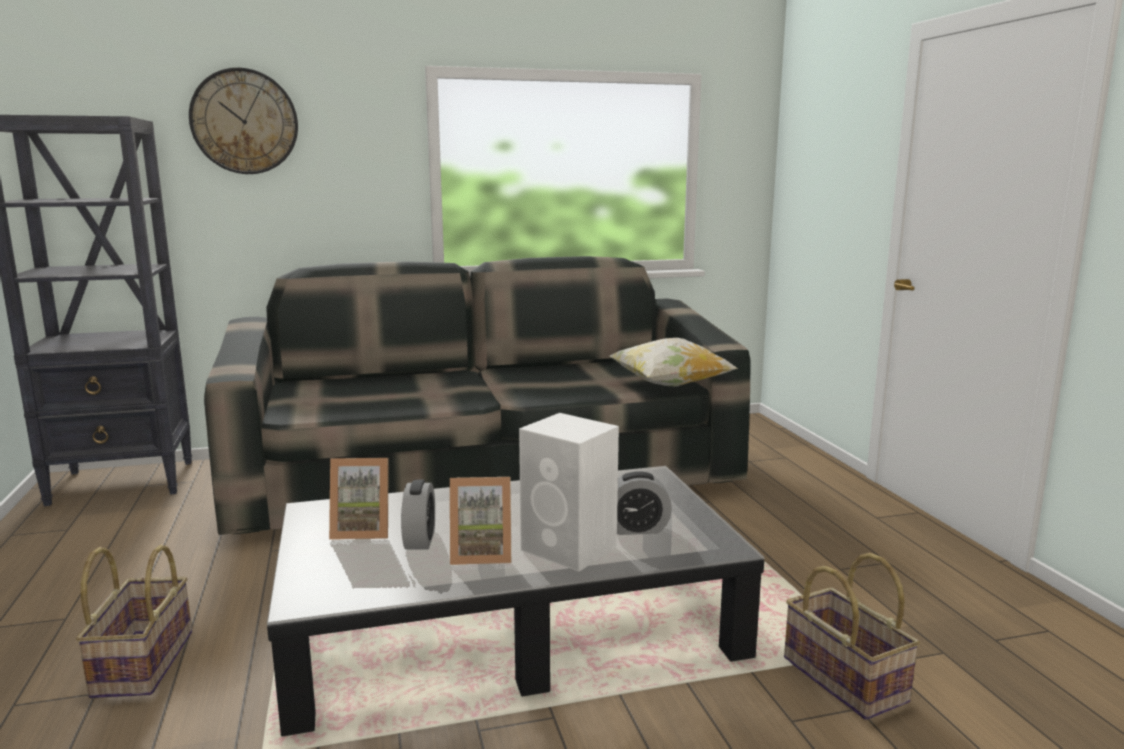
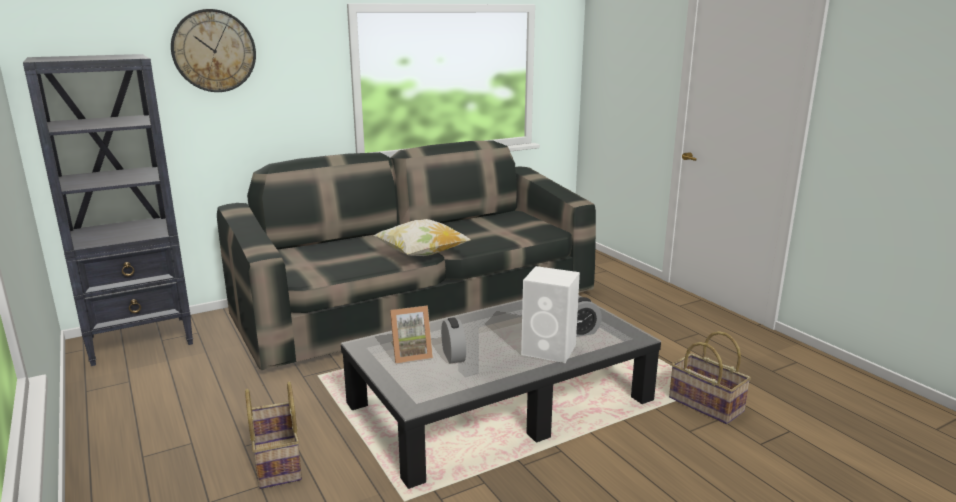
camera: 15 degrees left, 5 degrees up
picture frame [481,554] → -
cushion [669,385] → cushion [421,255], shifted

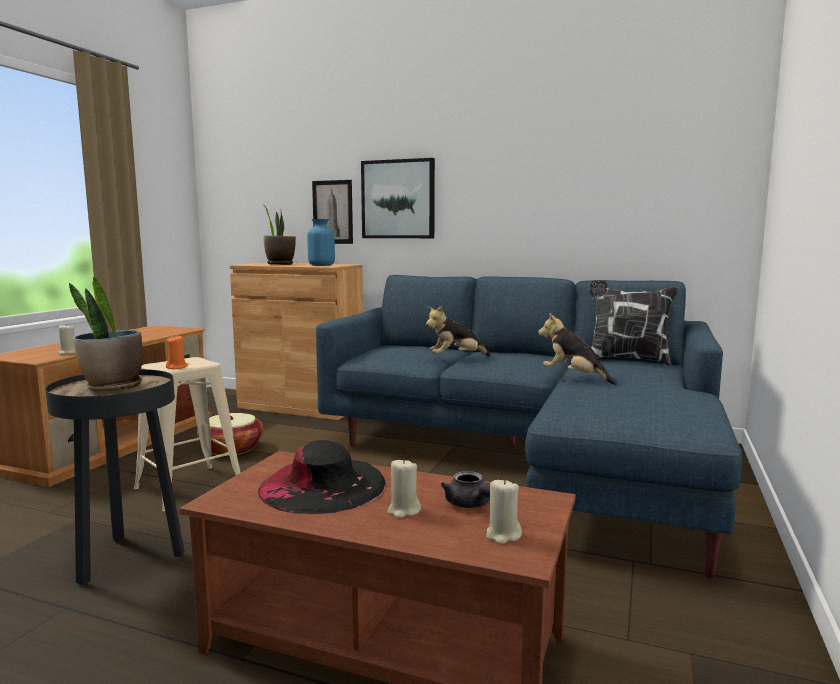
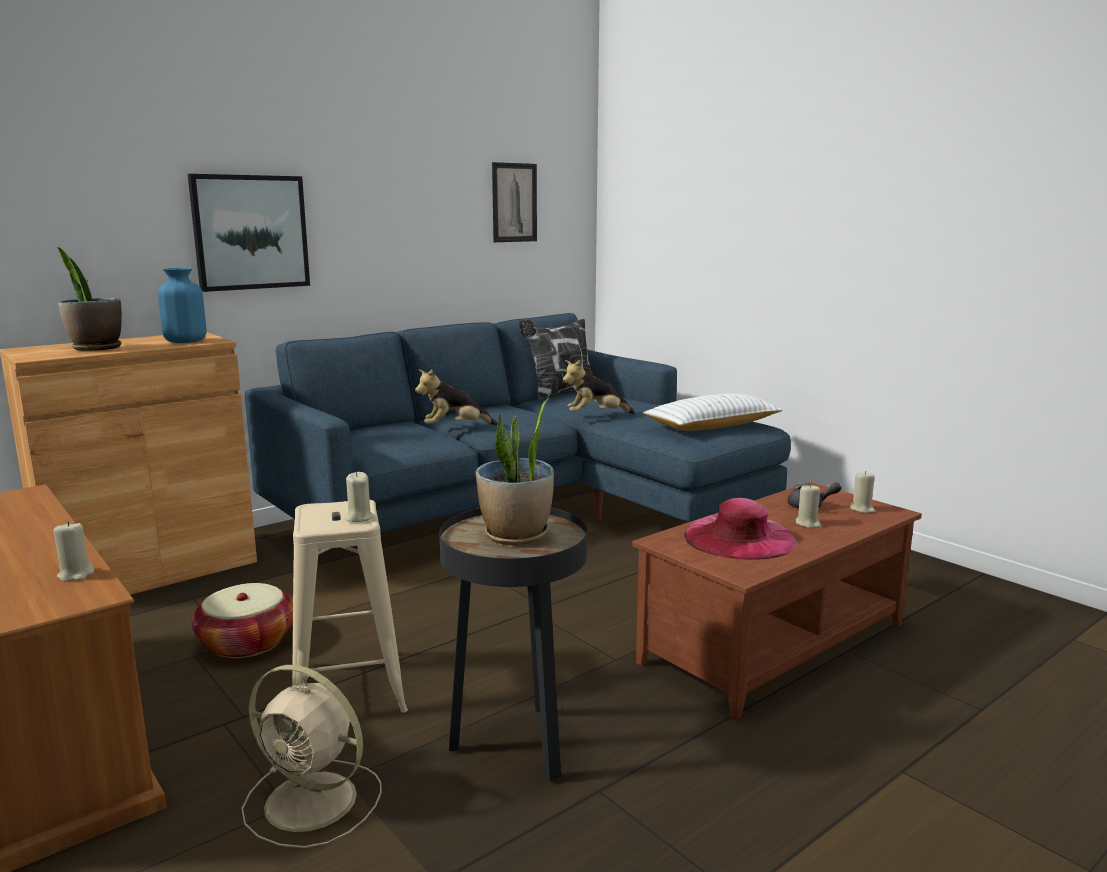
camera: 60 degrees left, 5 degrees up
- → beige fan [314,802]
- → white cushion [712,426]
wall art [332,212] → wall art [514,202], shifted
orange-coloured candle [177,367] → beige candle [359,517]
black-coloured wearable hat [322,485] → pink wearable hat [739,537]
cuddly toy [456,358] → cuddly toy [454,428], 60 degrees clockwise

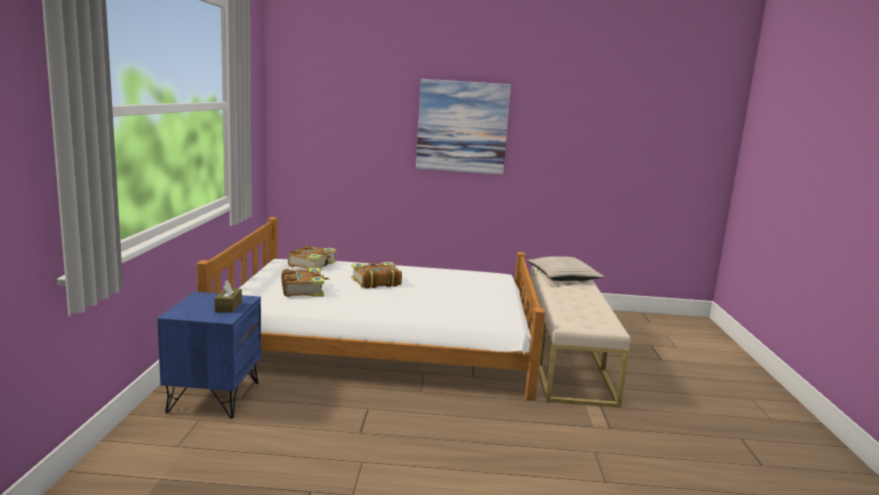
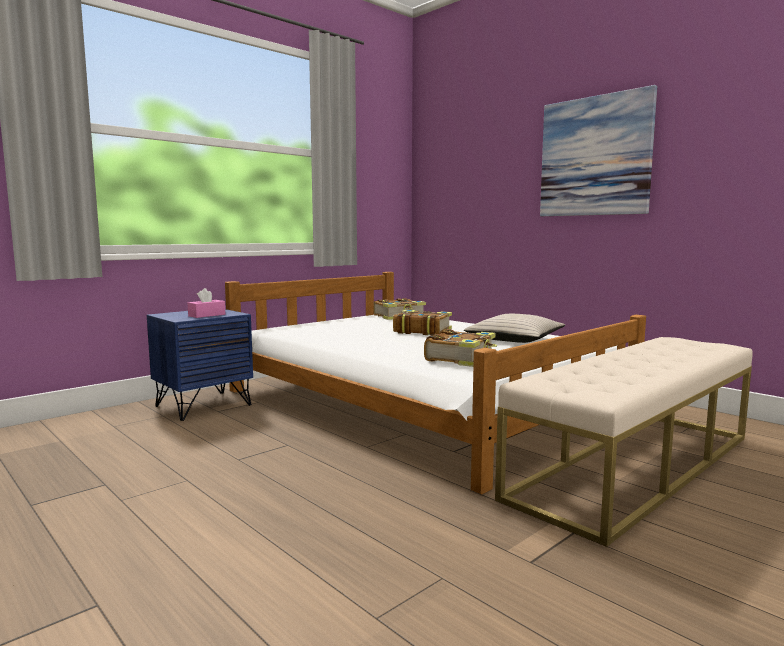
camera: 45 degrees right, 5 degrees down
book [303,290] → book [461,358], shifted
beige cushion [563,277] → beige cushion [514,339], shifted
brownish tissue holder [228,306] → pink tissue holder [207,315]

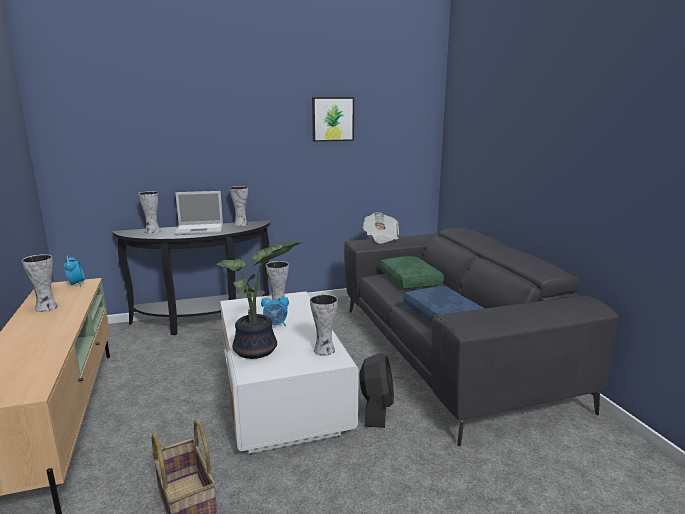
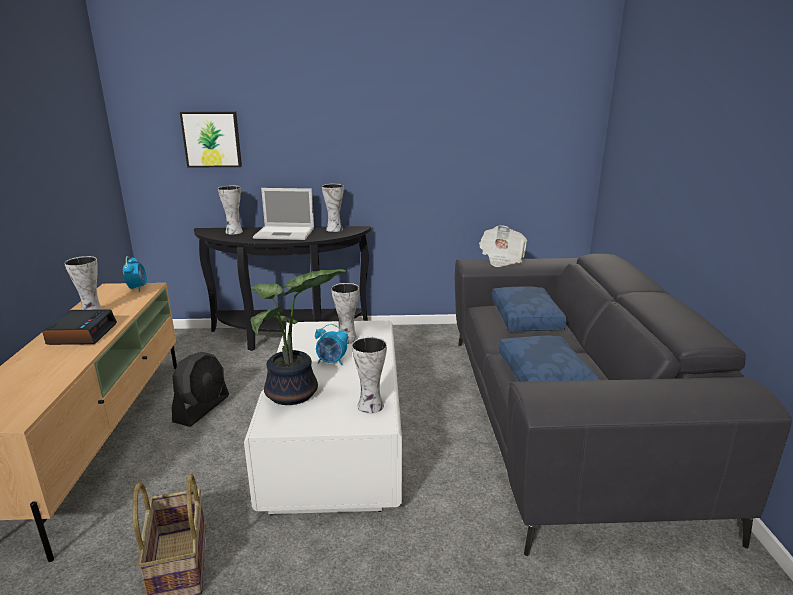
camera: 15 degrees right, 5 degrees up
- → bedside clock [82,334]
wall art [332,119] → wall art [212,139], shifted
black-coloured fan [376,409] → black-coloured fan [202,408], shifted
greenish cushion [411,279] → blue-coloured cushion [527,318]

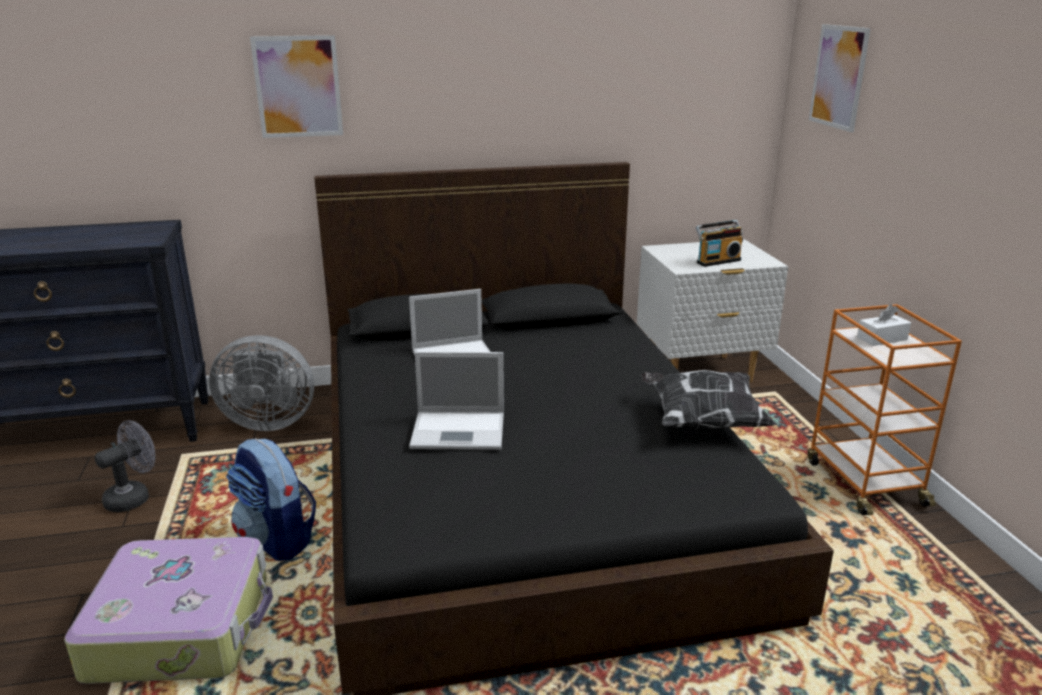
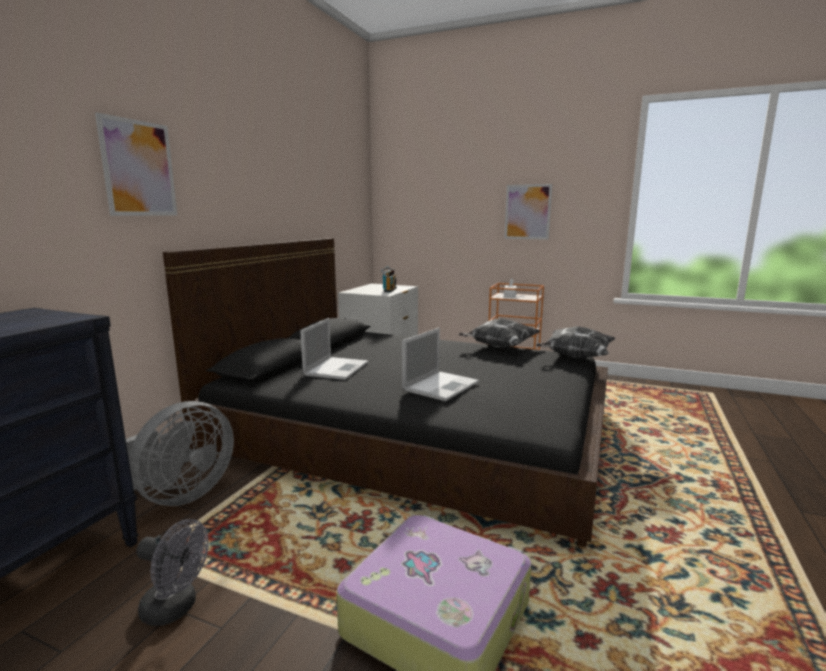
camera: 55 degrees left, 10 degrees down
knapsack [277,539] → -
- → cushion [574,357]
wall art [838,77] → wall art [527,212], shifted
gray fan [134,497] → gray fan [176,608], 120 degrees clockwise

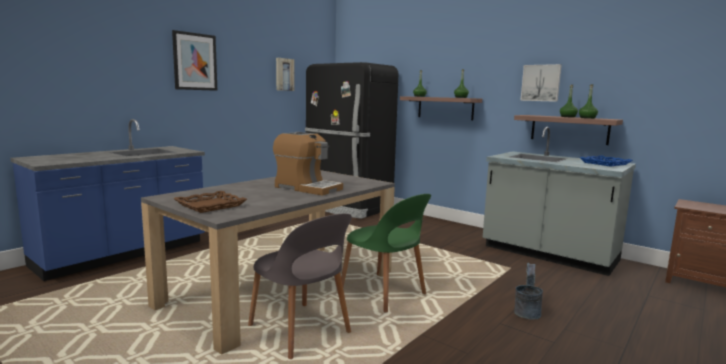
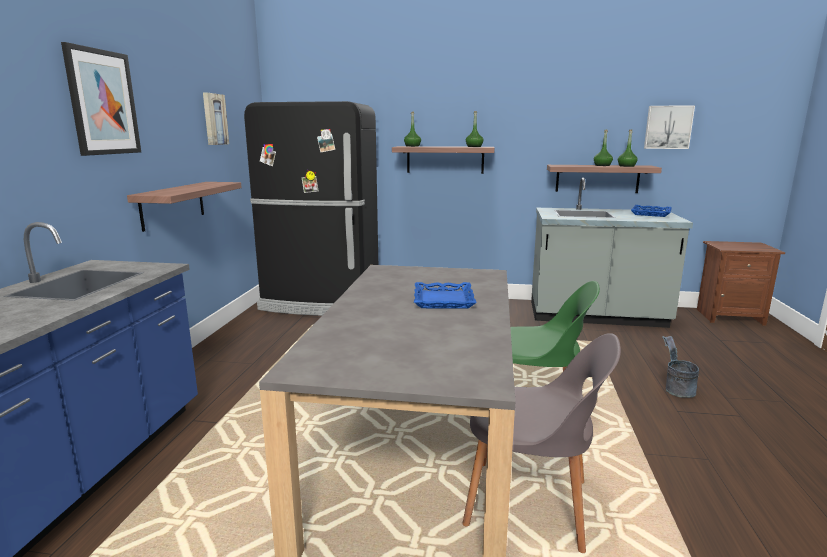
camera: 30 degrees left, 5 degrees up
brownish serving tray [211,206] → -
- → bracket shelf [173,205]
wall art [541,83] → wall art [668,127], shifted
coffee machine [307,188] → blue-coloured serving tray [443,300]

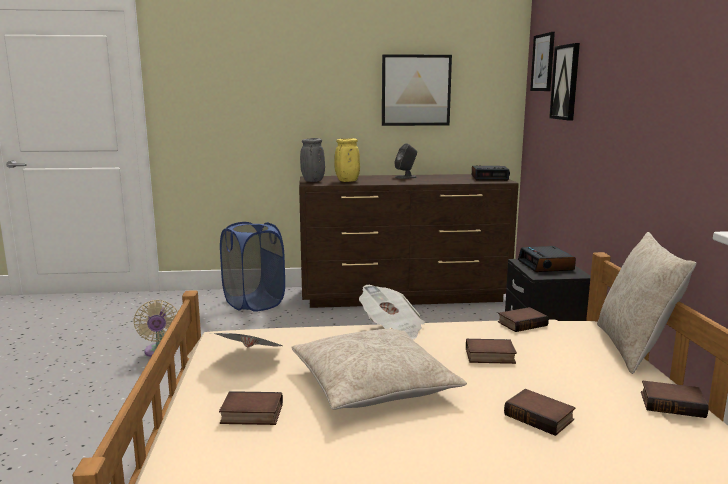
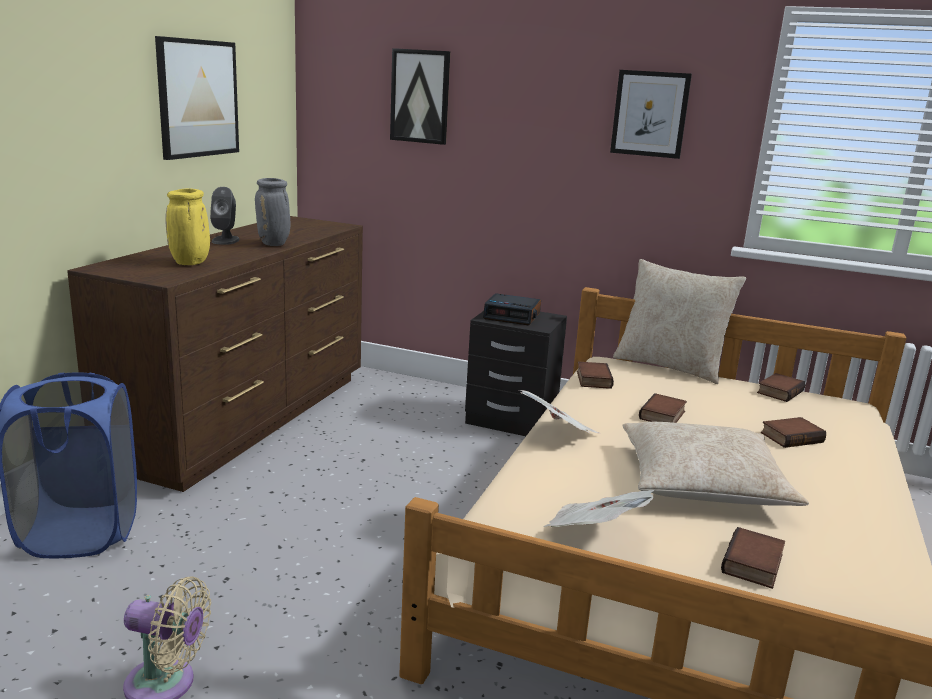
camera: 65 degrees left, 5 degrees up
bedside clock [490,178] → -
gray flower vase [313,181] → gray flower vase [274,244], shifted
wall art [543,62] → wall art [650,114], shifted

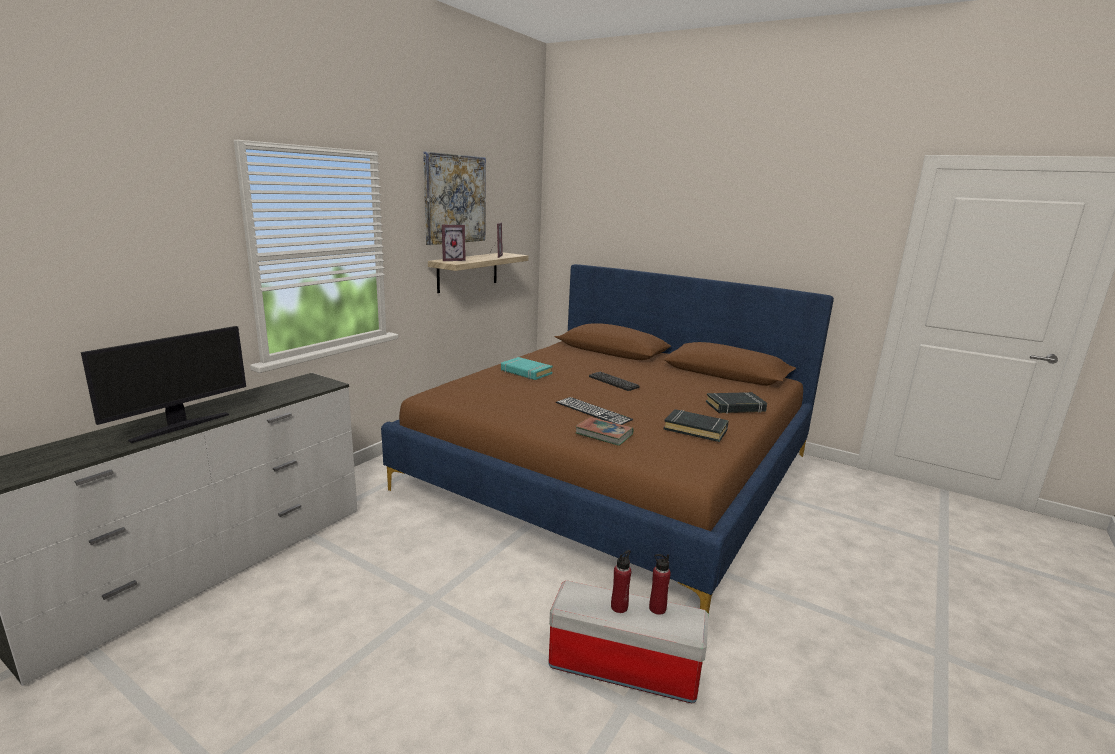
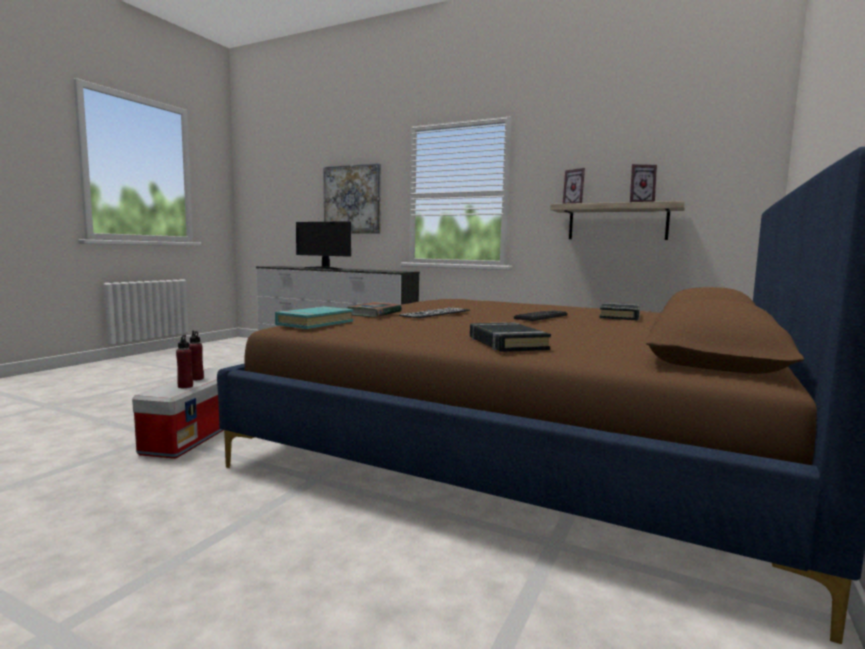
camera: 85 degrees right, 10 degrees down
wall art [454,199] → wall art [352,199], shifted
turquoise book [526,372] → turquoise book [314,323], shifted
black-coloured book [695,429] → black-coloured book [620,316], shifted

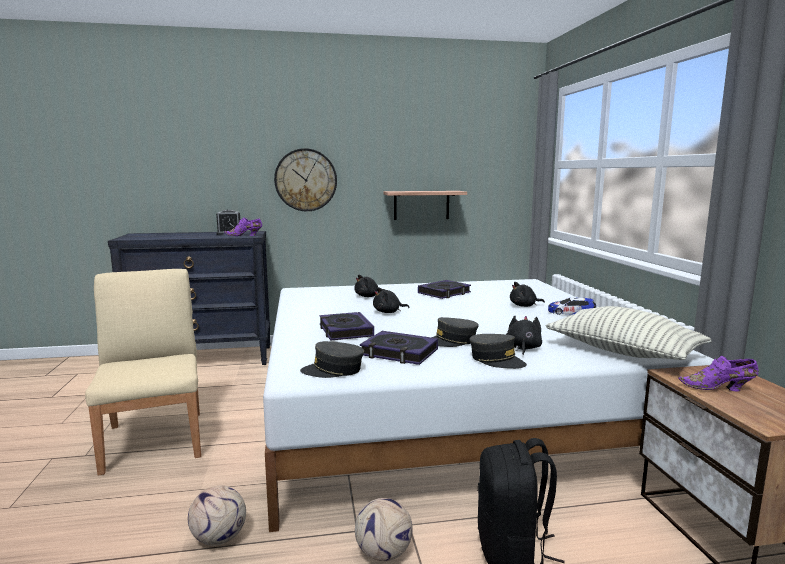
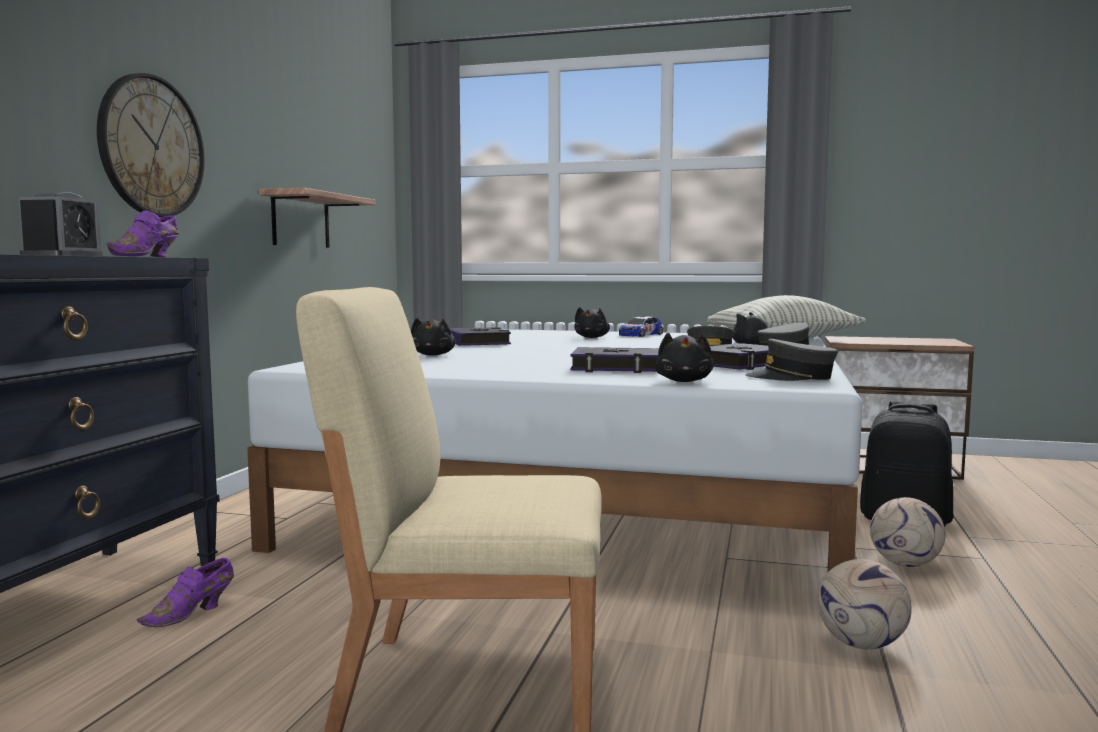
camera: 65 degrees left, 5 degrees down
black-coloured cuddly toy [388,312] → black-coloured cuddly toy [684,381], shifted
purplish item of footwear [719,388] → purplish item of footwear [192,613], shifted
gray baseball cap [333,370] → gray baseball cap [792,377], 75 degrees clockwise

